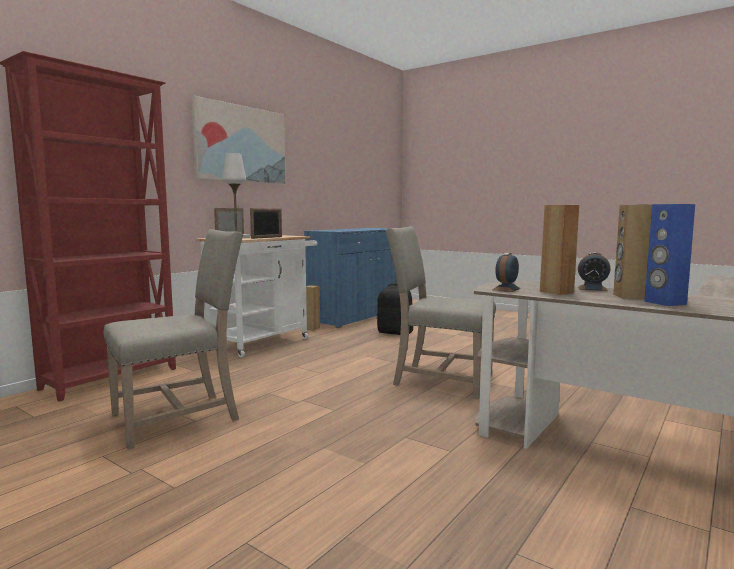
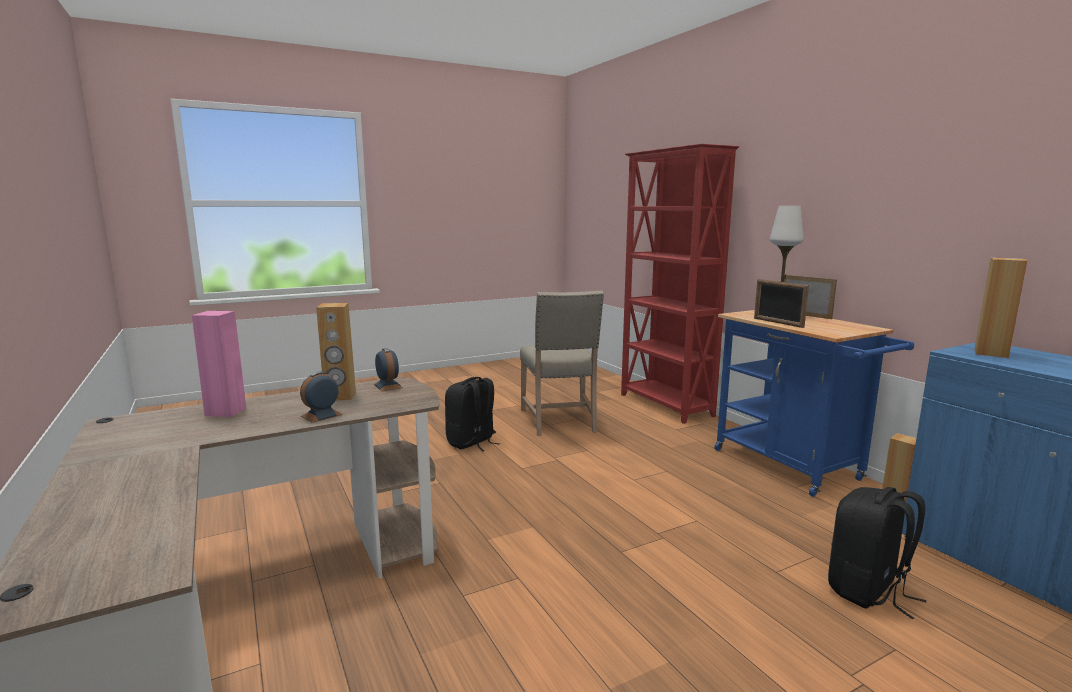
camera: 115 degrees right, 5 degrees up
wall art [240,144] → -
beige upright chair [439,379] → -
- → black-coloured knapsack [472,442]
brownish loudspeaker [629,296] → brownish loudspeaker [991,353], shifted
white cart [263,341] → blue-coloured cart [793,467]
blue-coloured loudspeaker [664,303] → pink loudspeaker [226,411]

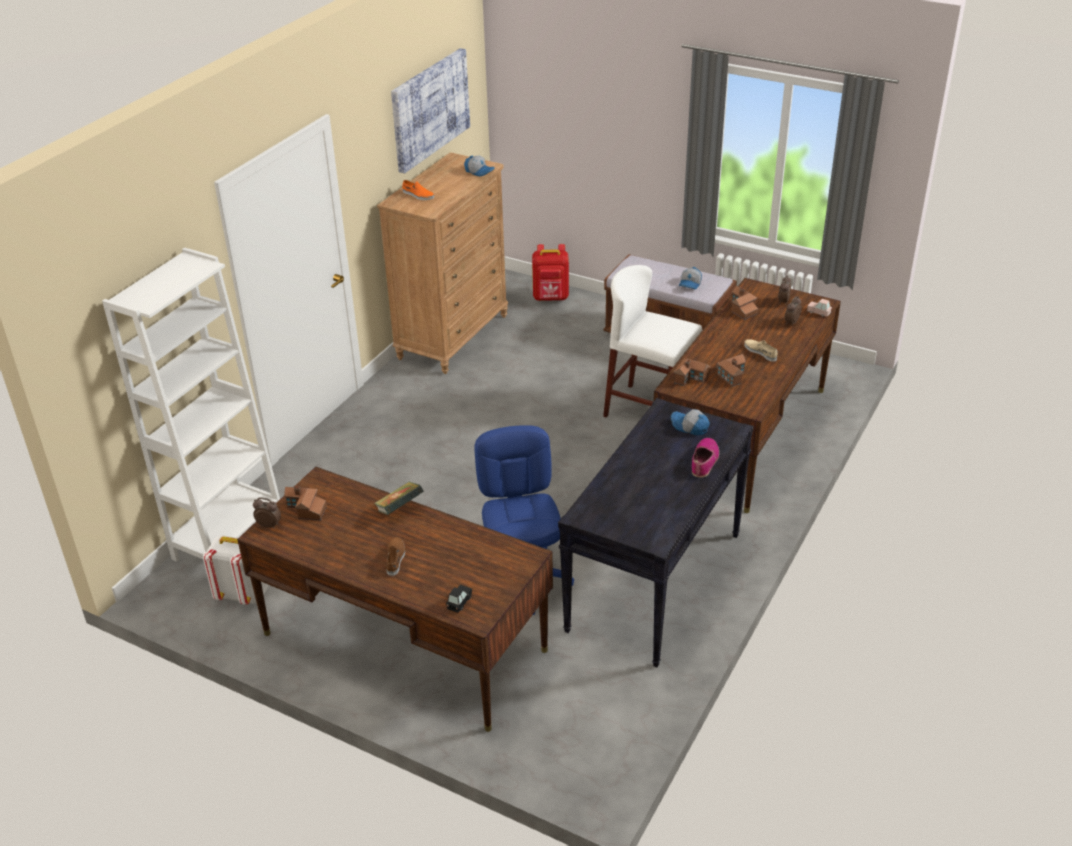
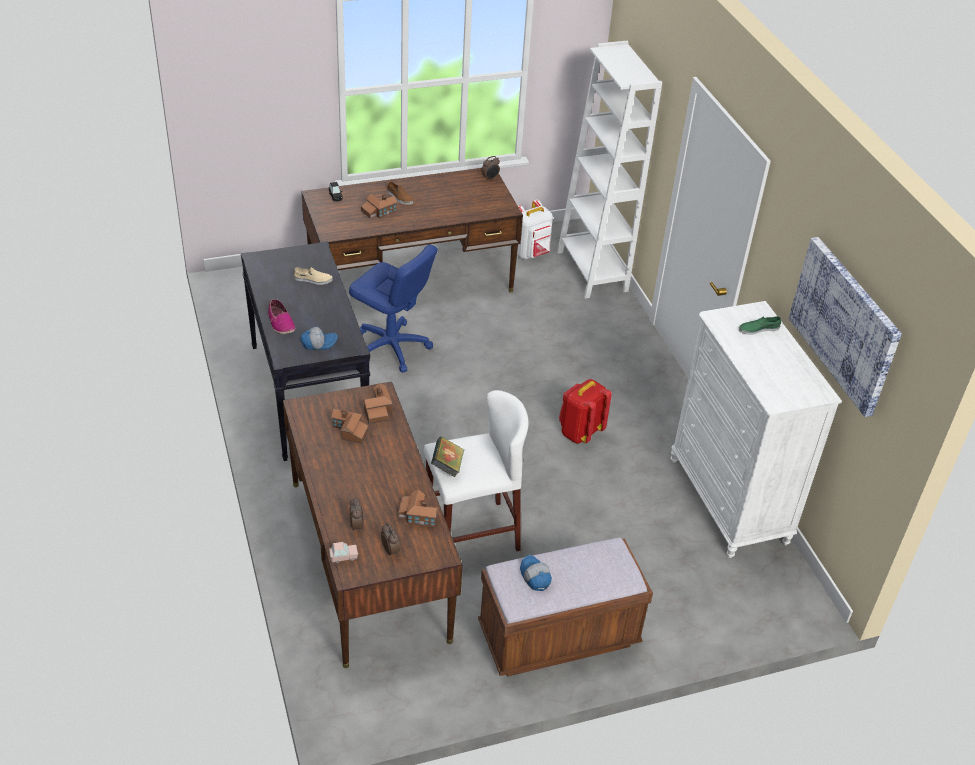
camera: 130 degrees right, 5 degrees up
baseball cap [479,171] → -
miniature house [306,509] → miniature house [378,211], shifted
book [399,509] → book [447,466], shifted
reddish knapsack [551,298] → reddish knapsack [580,432], shifted
beige item of footwear [760,352] → beige item of footwear [313,279], shifted
brownish chest of drawers [453,337] → white chest of drawers [728,501]
orange-coloured item of footwear [418,195] → greenish item of footwear [758,329]

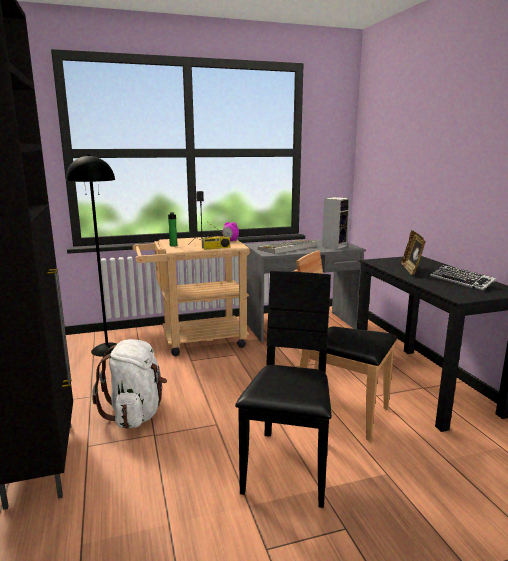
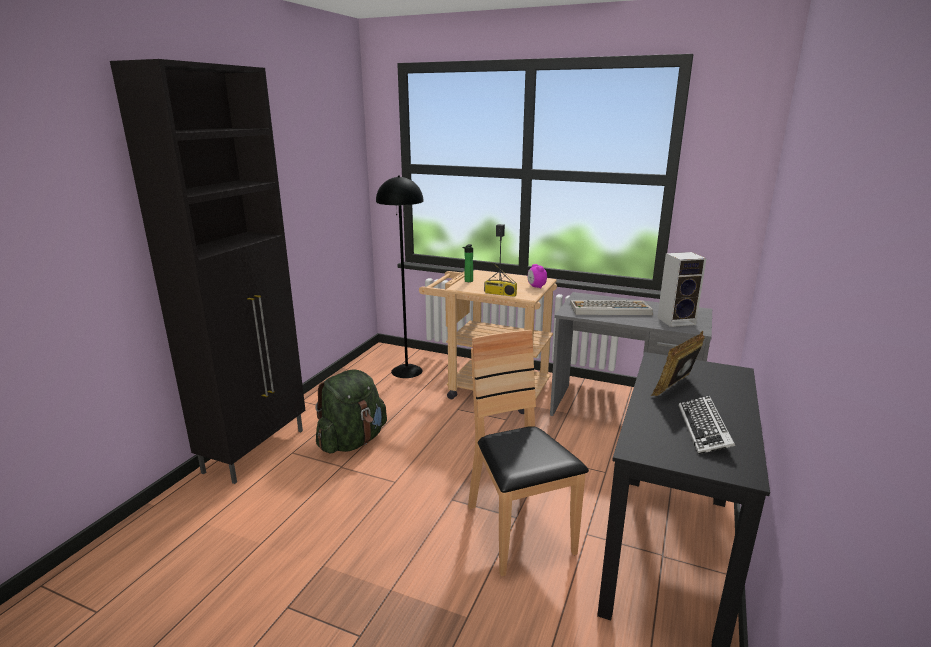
camera: 40 degrees right, 5 degrees up
black-coloured upright chair [288,467] → -
white knapsack [136,414] → greenish knapsack [352,441]

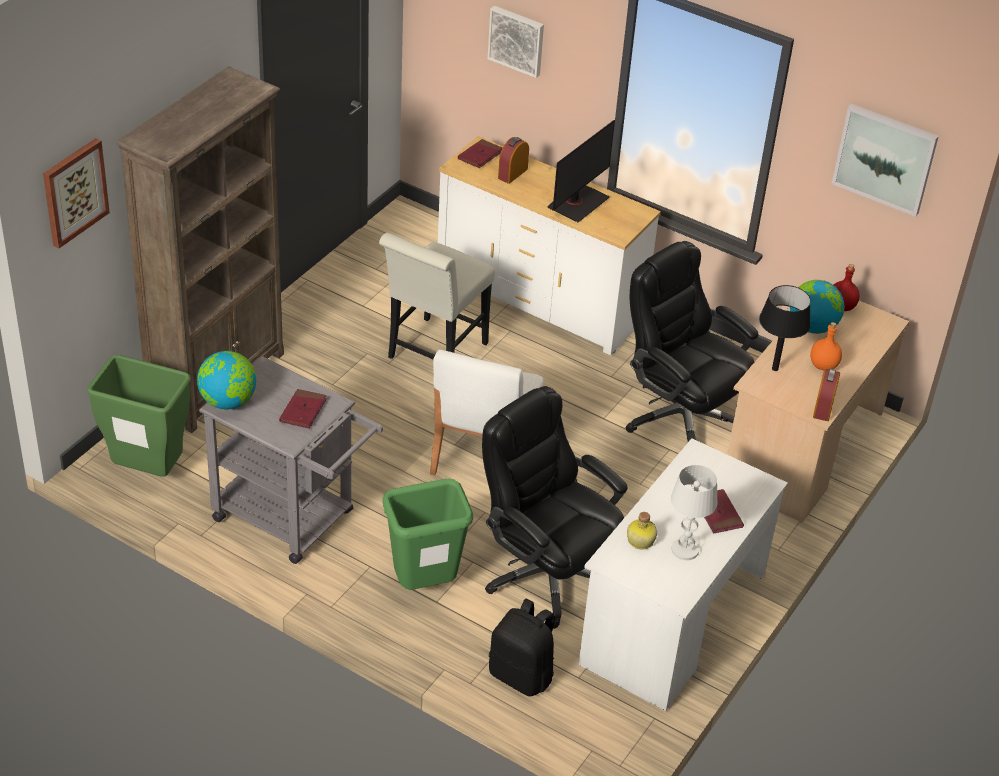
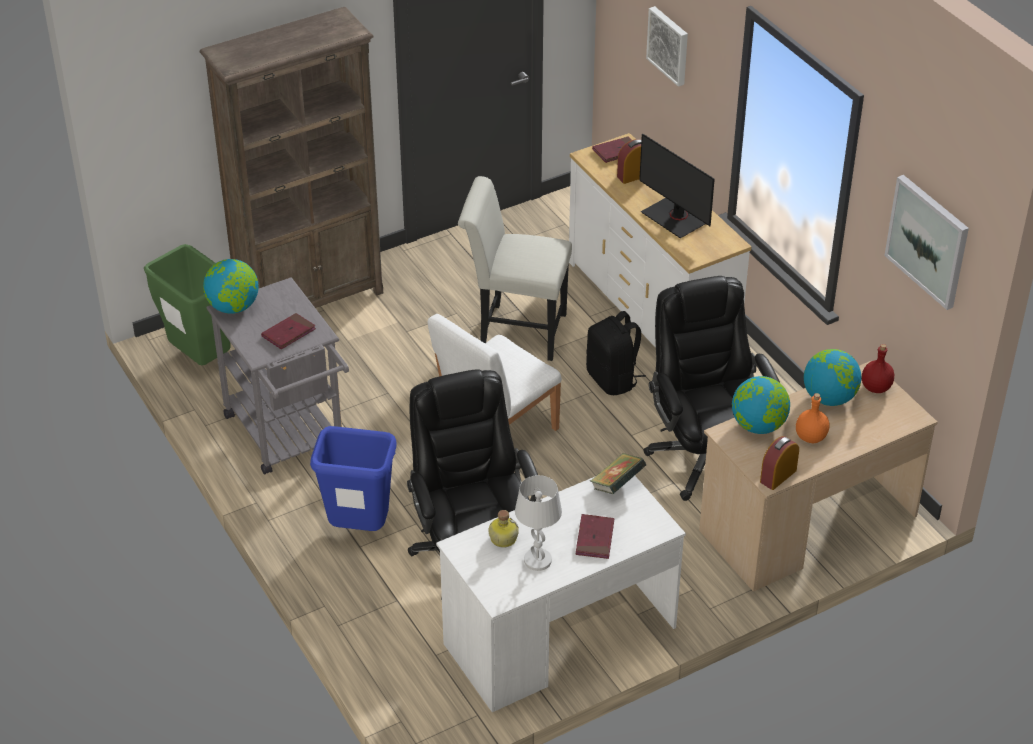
camera: 30 degrees right, 0 degrees up
wall art [74,192] → -
- → book [617,485]
black-coloured knapsack [522,675] → black-coloured knapsack [613,380], shifted
black-coloured table lamp [775,369] → globe [758,426]
greenish trash can [425,585] → blue-coloured trash can [360,529]
white upright chair [434,354] → white upright chair [515,331], 45 degrees clockwise
computer display [577,203] → computer display [675,218], 75 degrees clockwise

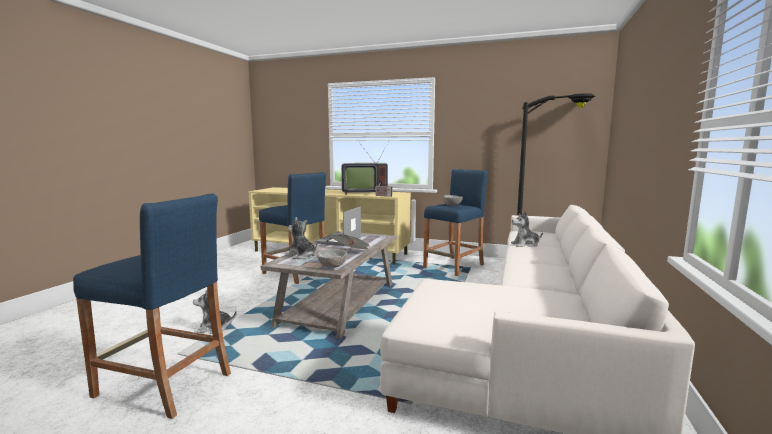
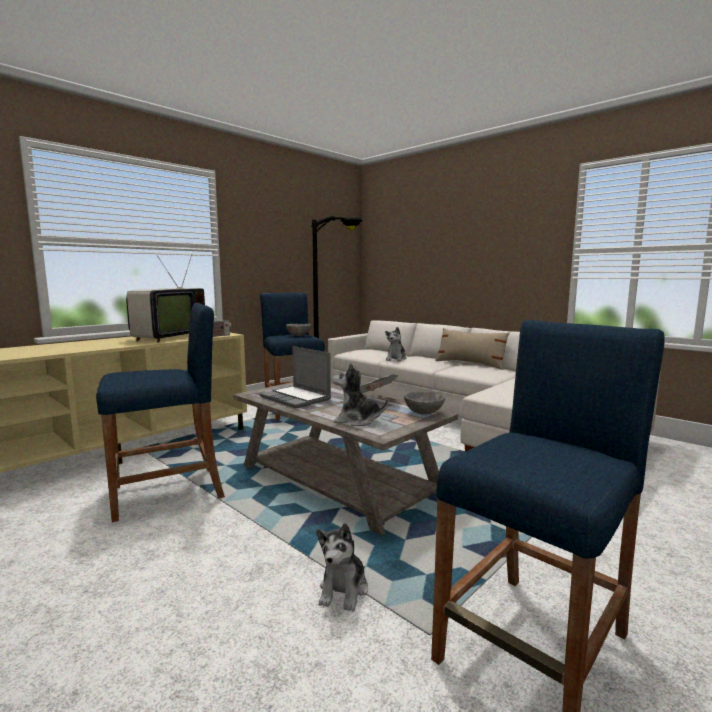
camera: 65 degrees left, 0 degrees up
- → beige cushion [470,364]
cuddly toy [302,256] → cuddly toy [357,420], 45 degrees clockwise

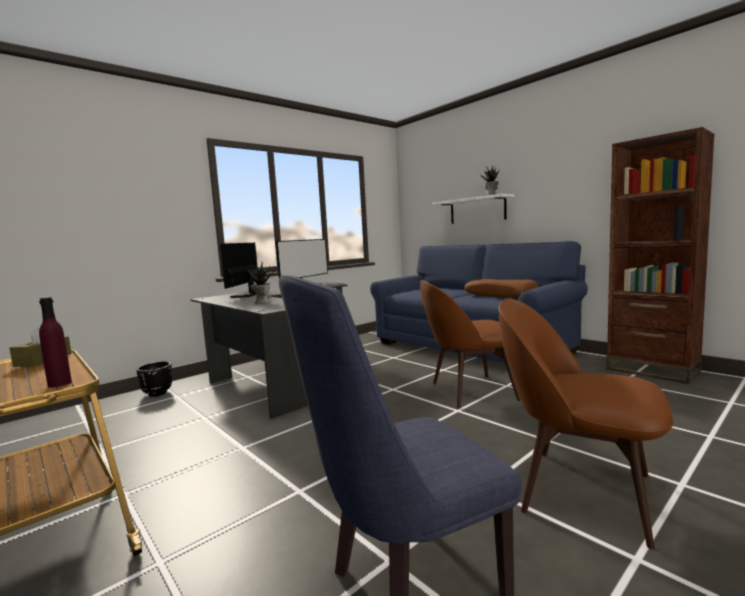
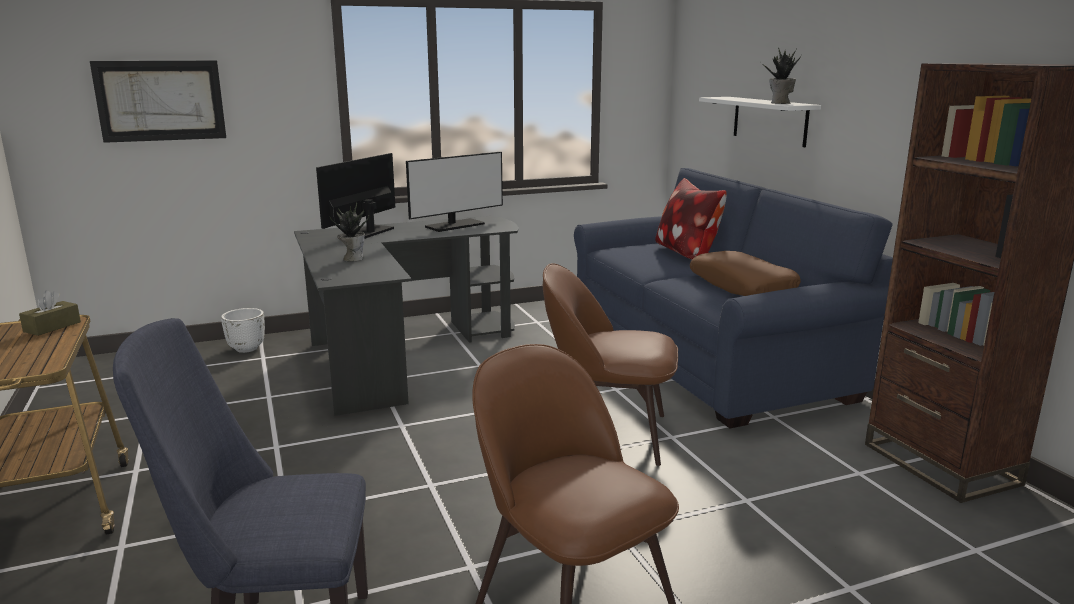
camera: 20 degrees right, 10 degrees up
purplish drink bottle [59,384] → -
- → wall art [160,101]
- → cushion [687,254]
black-coloured plant pot [158,393] → white plant pot [247,349]

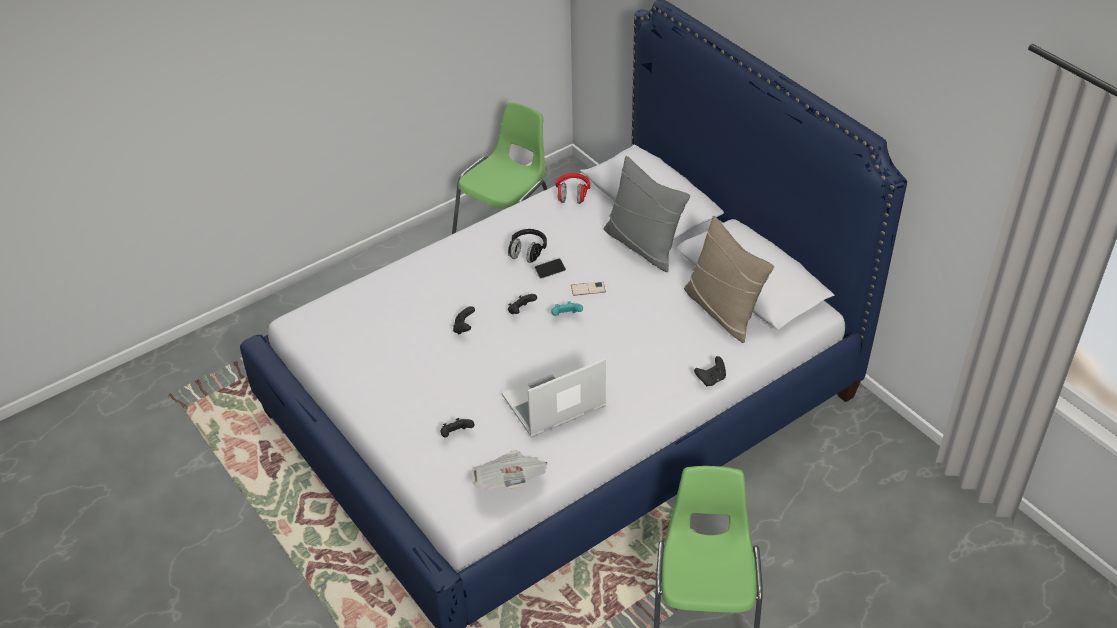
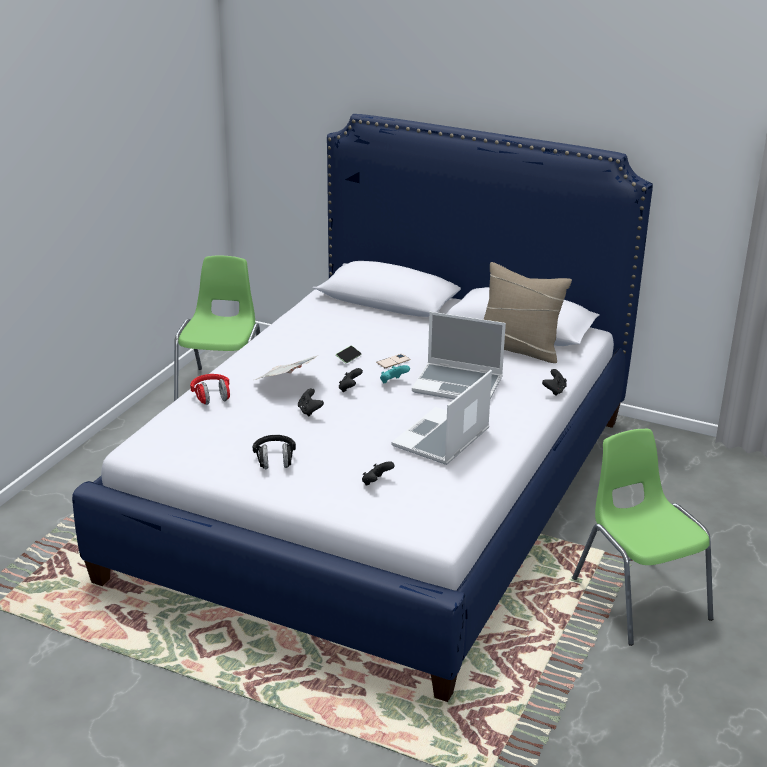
camera: 30 degrees left, 15 degrees down
gray cushion [643,245] → -
- → portable computer [459,385]
newspaper [510,483] → newspaper [287,383], shifted
black-coloured headset [527,252] → black-coloured headset [274,460], shifted
reddish headset [572,195] → reddish headset [211,397], shifted

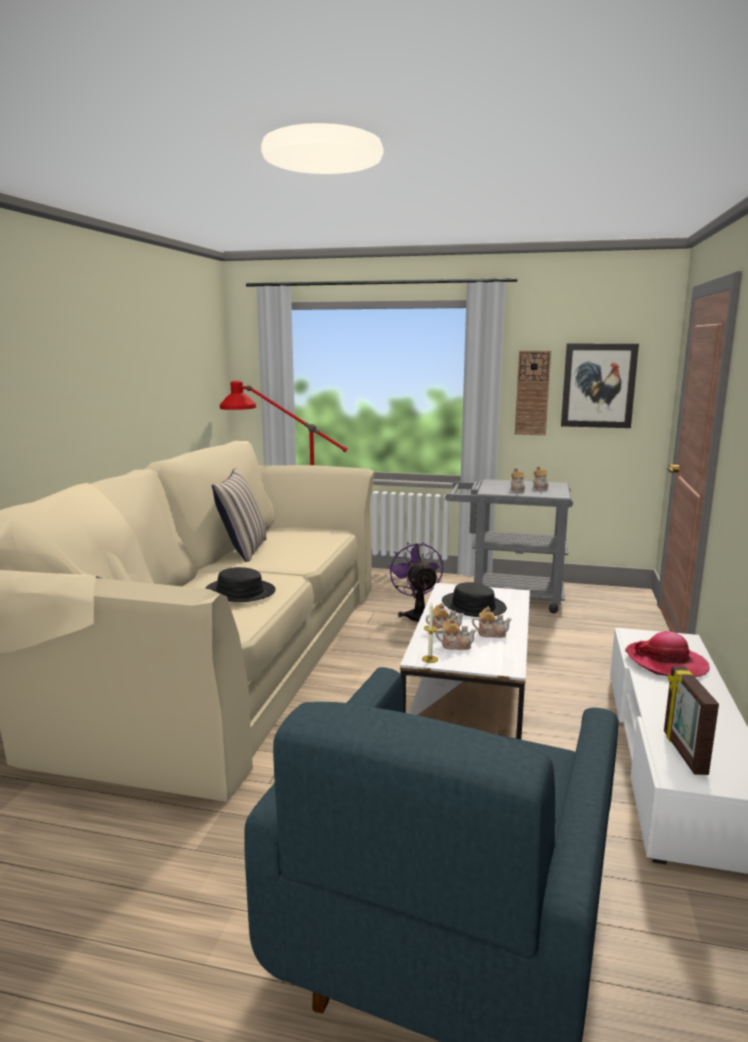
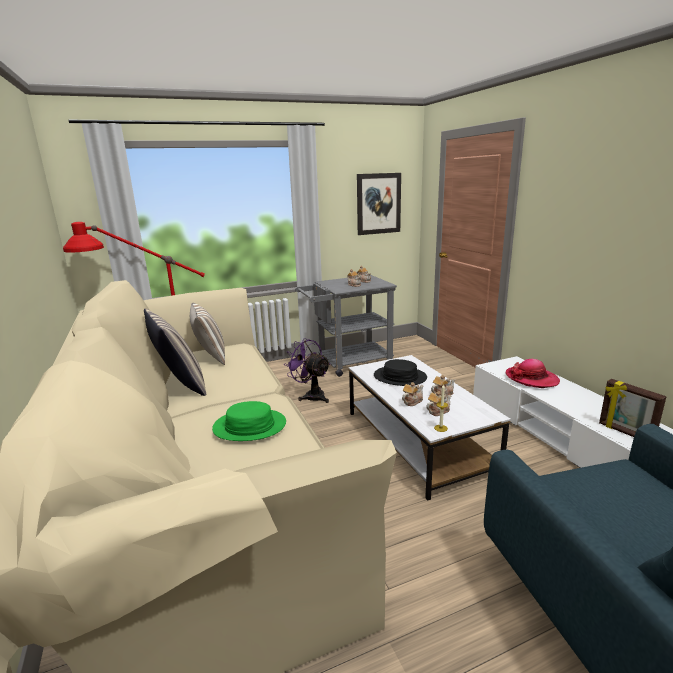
camera: 35 degrees left, 5 degrees up
wall clock [532,393] → -
- → cushion [210,357]
black-coloured wearable hat [240,592] → greenish wearable hat [249,426]

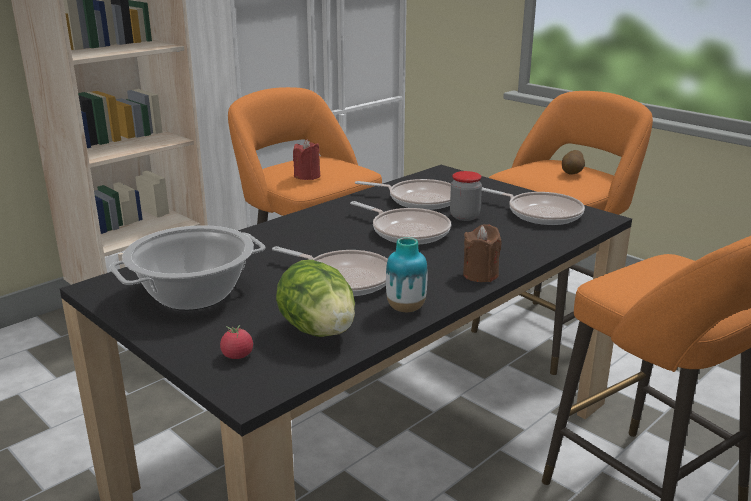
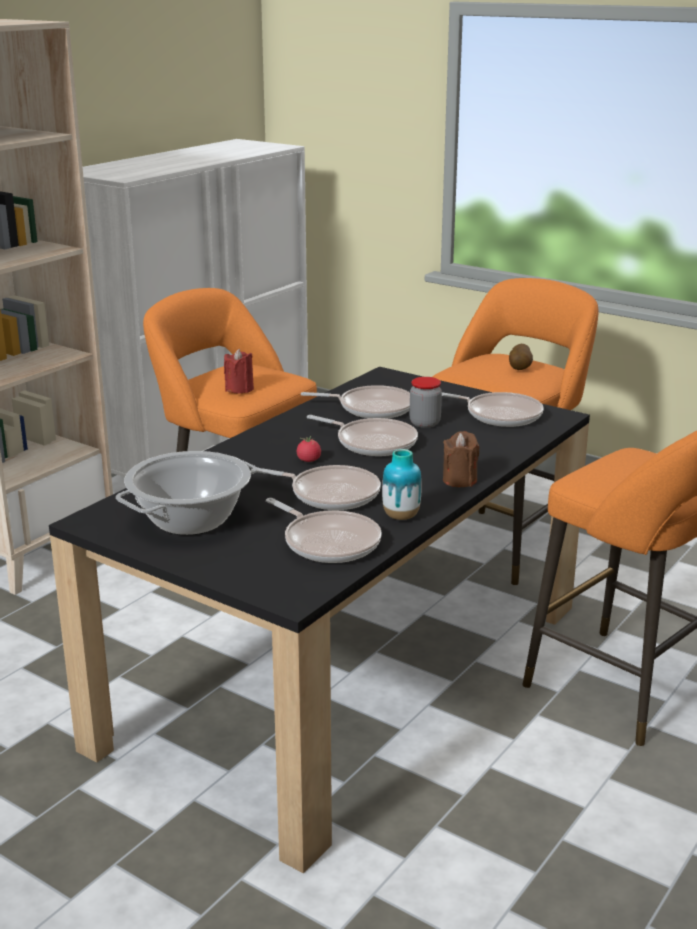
camera: 10 degrees left, 0 degrees up
whole tomato [237,356] → whole tomato [309,460], shifted
lettuce head [318,330] → pan [328,542]

